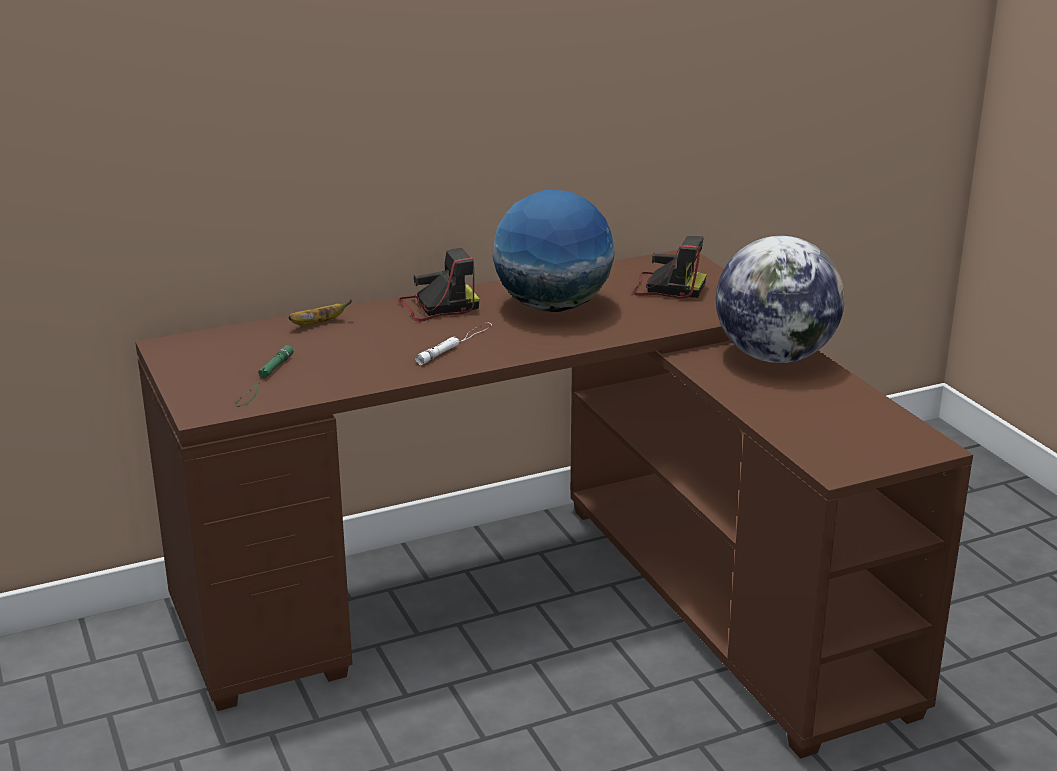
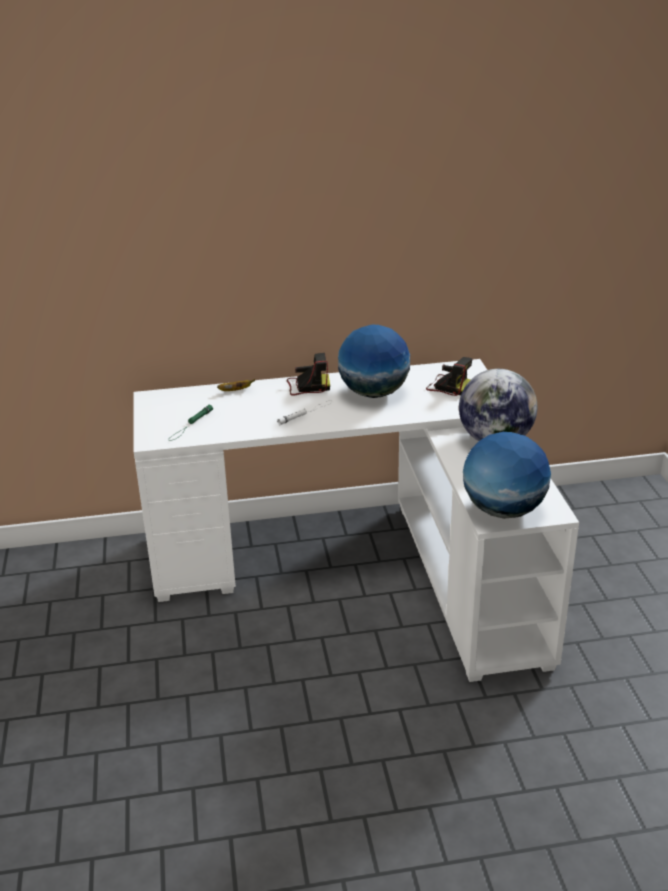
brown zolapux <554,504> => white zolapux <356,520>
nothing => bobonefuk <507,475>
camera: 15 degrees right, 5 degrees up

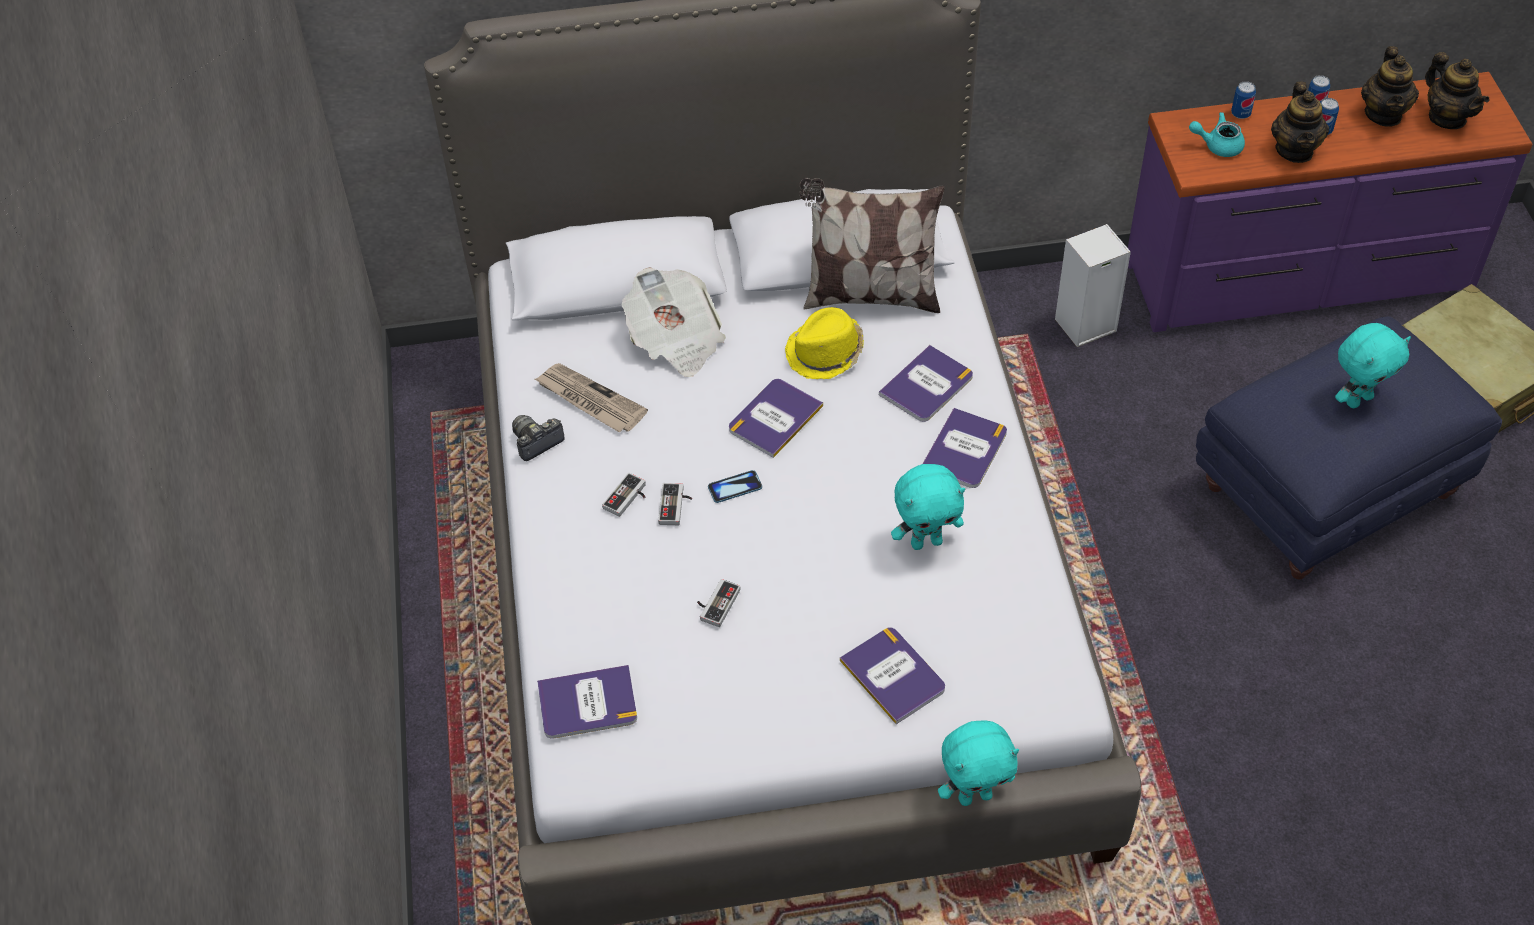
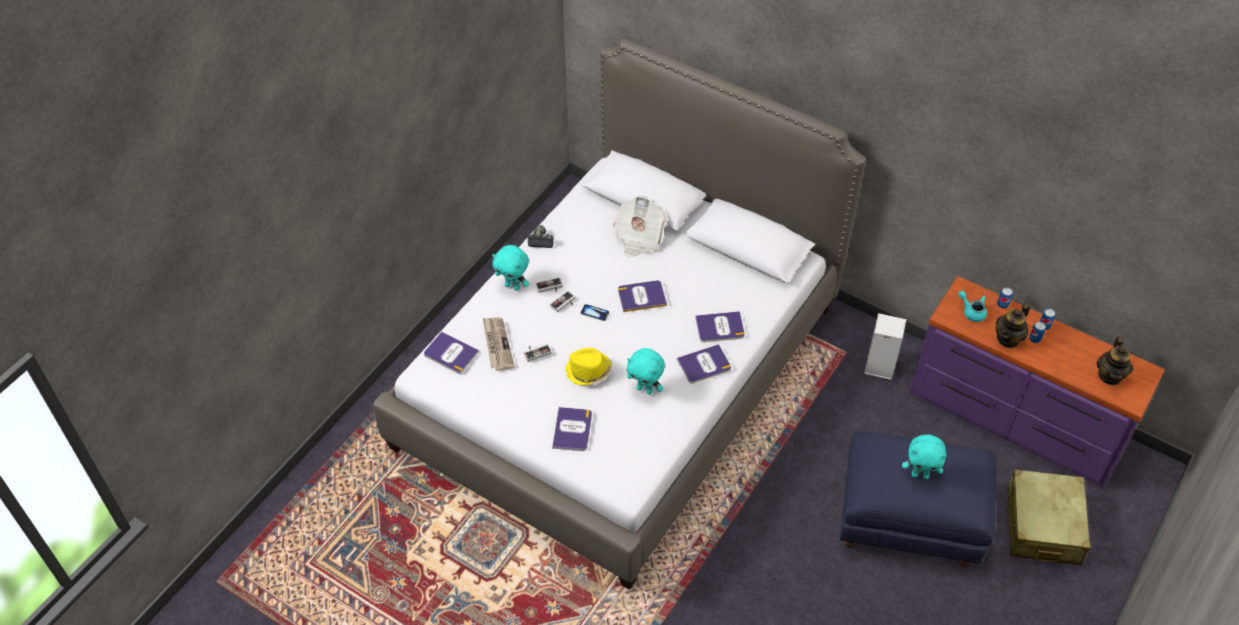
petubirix <591,397> => petubirix <499,344>, moved
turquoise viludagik <978,763> => turquoise viludagik <510,268>, moved
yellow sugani <824,343> => yellow sugani <588,367>, moved
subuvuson <872,245> => nothing
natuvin <1390,86> => nothing
camera: 40 degrees right, 0 degrees up

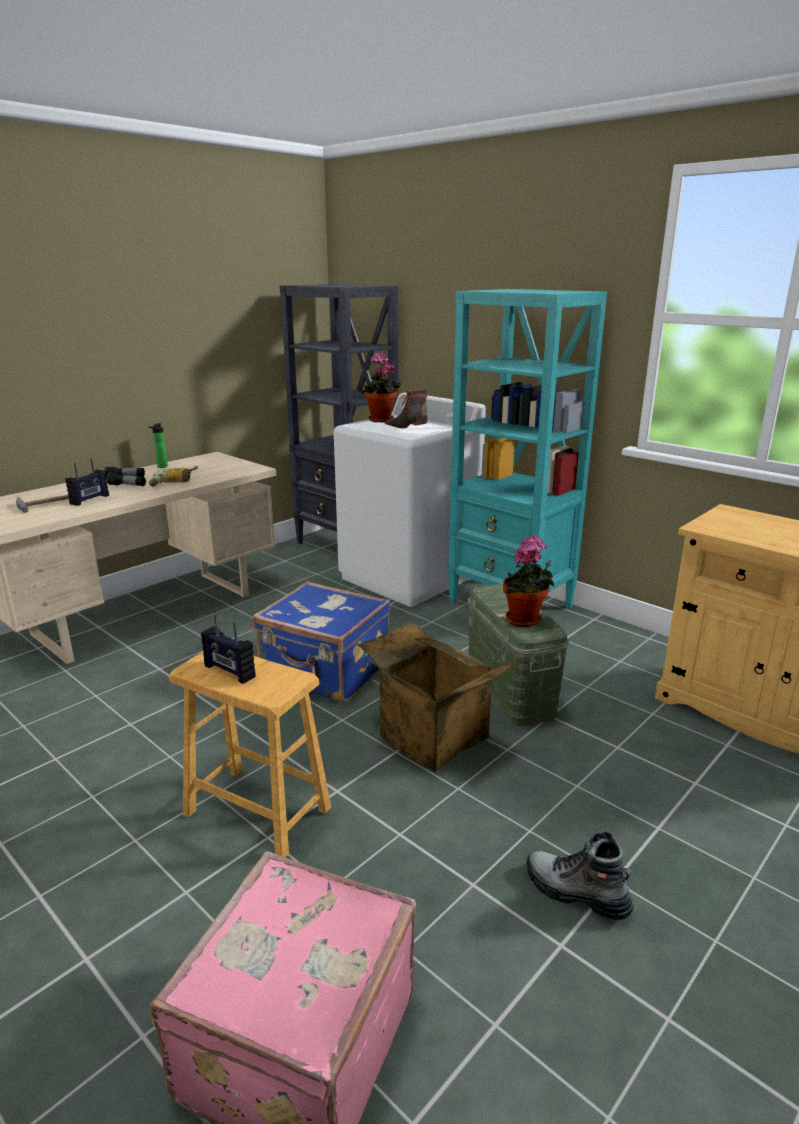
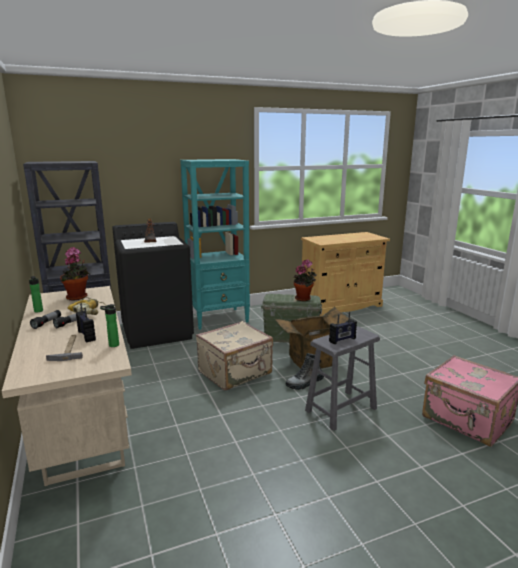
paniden <380,387> => paniden <75,274>, moved
nothing => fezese <109,325>
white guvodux <410,499> => black guvodux <153,285>
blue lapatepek <321,642> => beige lapatepek <234,355>
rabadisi <580,876> => rabadisi <304,371>, moved
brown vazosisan <250,754> => grey vazosisan <342,378>
camera: 65 degrees left, 5 degrees down

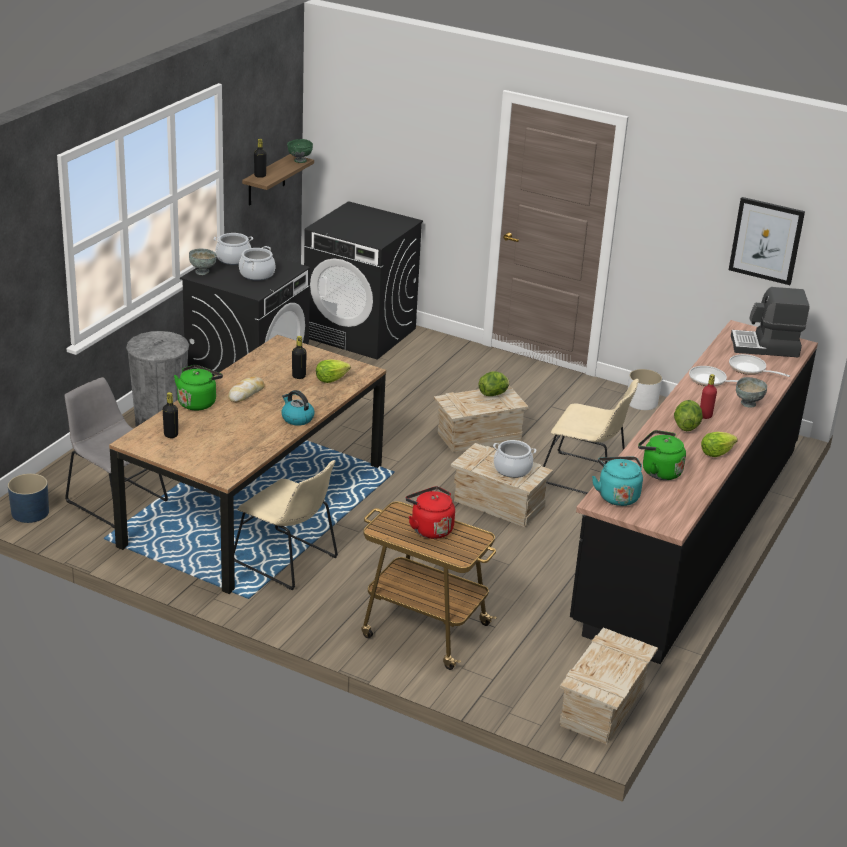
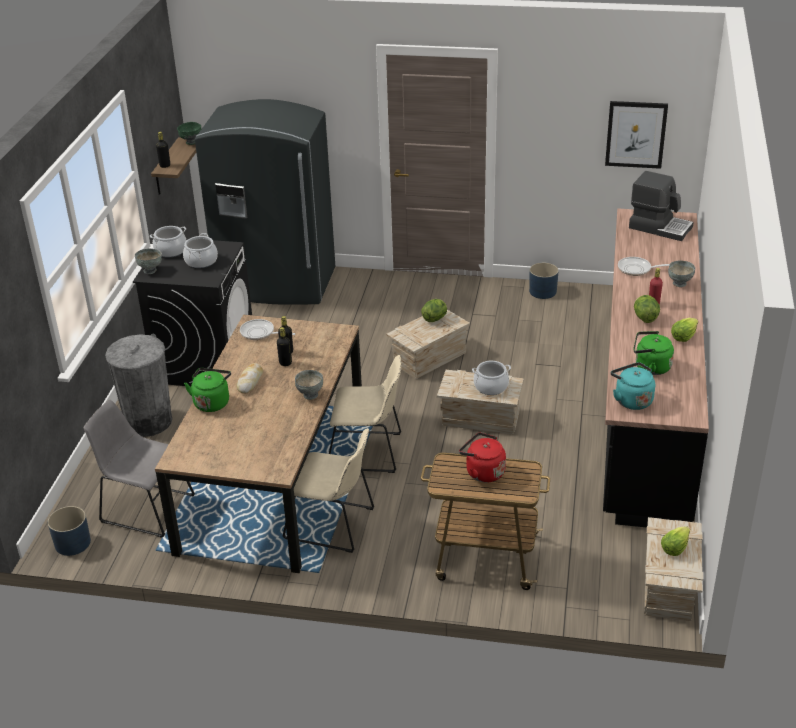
black guvodux <363,280> => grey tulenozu <265,202>
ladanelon <759,365> => ladanelon <267,329>, moved
black fezese <170,415> => black fezese <284,346>, moved
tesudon <298,408> => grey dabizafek <309,385>
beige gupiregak <591,436> => beige gupiregak <365,414>, moved
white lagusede <645,389> => blue lagusede <544,281>
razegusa <770,322> => razegusa <661,206>, 135 degrees counterclockwise
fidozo <333,371> => fidozo <675,541>, moved
camera: 15 degrees left, 5 degrees up

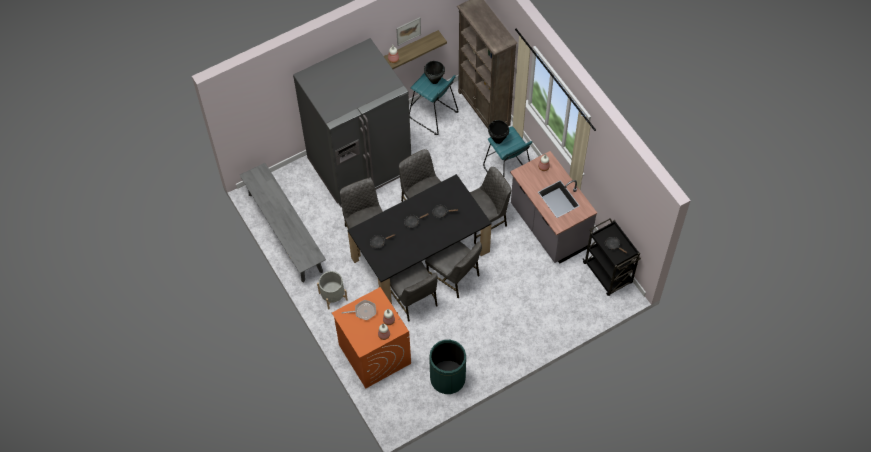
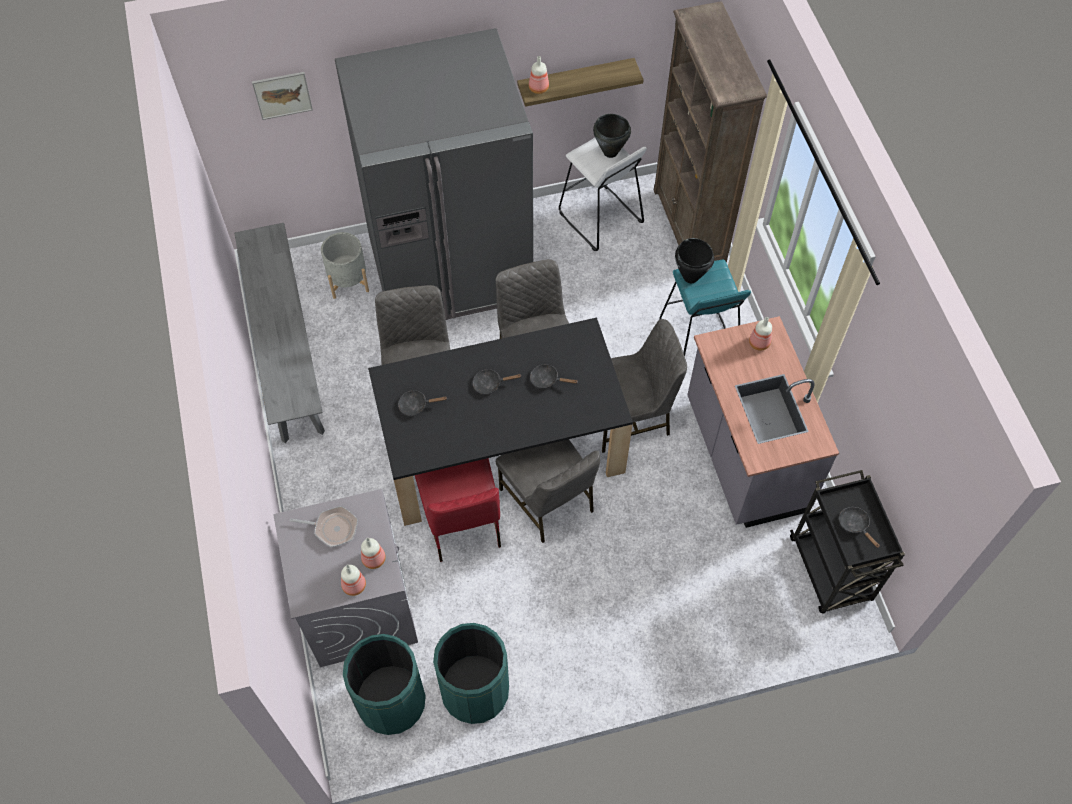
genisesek <408,31> => genisesek <282,96>, moved
orange guvodux <371,337> => grey guvodux <345,578>
grey lagusede <332,290> => grey lagusede <345,265>, moved
nothing => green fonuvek <384,684>
grey gupiregak <414,291> => red gupiregak <458,510>
turquoise vazosisan <434,104> => white vazosisan <603,194>
camera: 15 degrees right, 0 degrees up

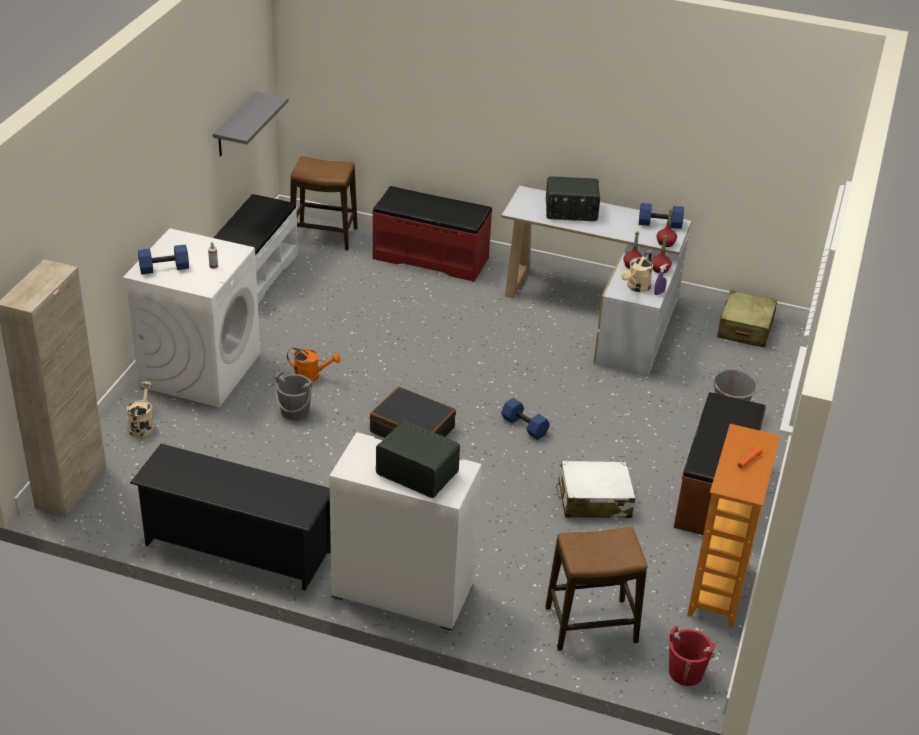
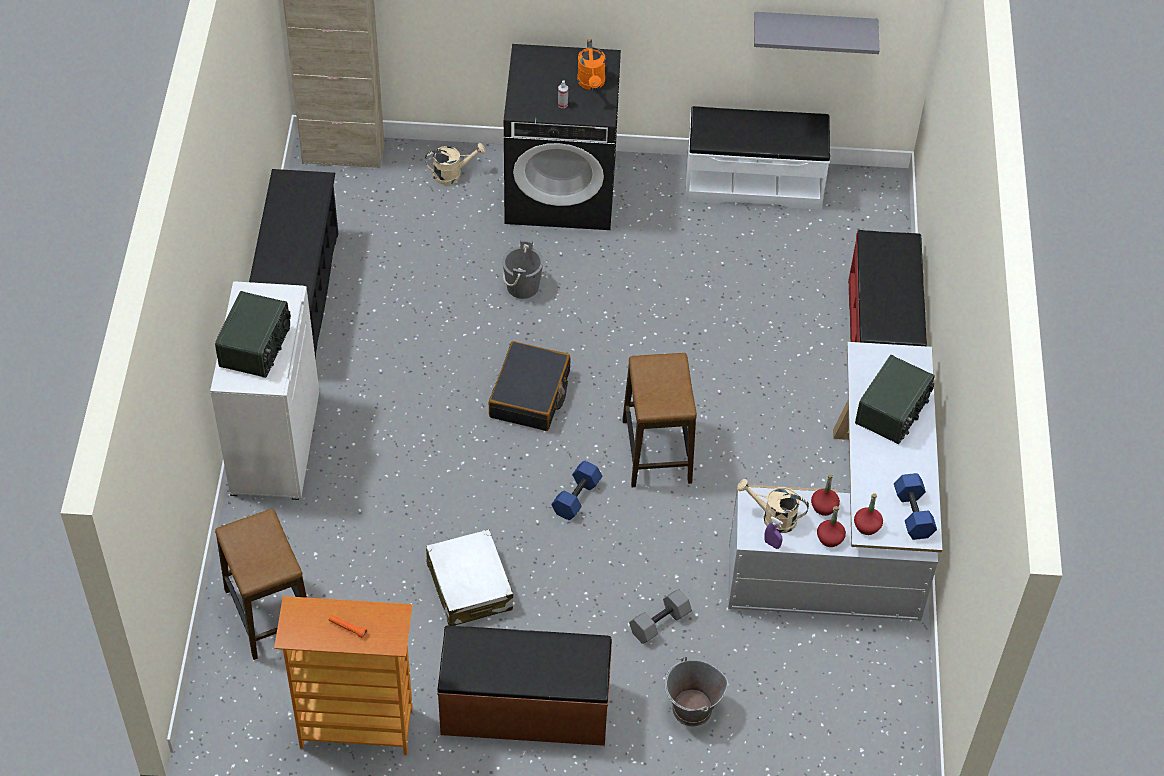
white guvodux <191,317> => black guvodux <562,137>
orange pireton <314,365> => orange pireton <591,64>, moved
vazosisan <324,203> => vazosisan <659,420>, moved
nothing => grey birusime <660,616>
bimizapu <573,198> => bimizapu <895,399>, 135 degrees counterclockwise
blue birusime <163,259> => nothing
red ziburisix <692,655> => nothing
beige lapatepek <747,319> => nothing
camera: 75 degrees right, 15 degrees up

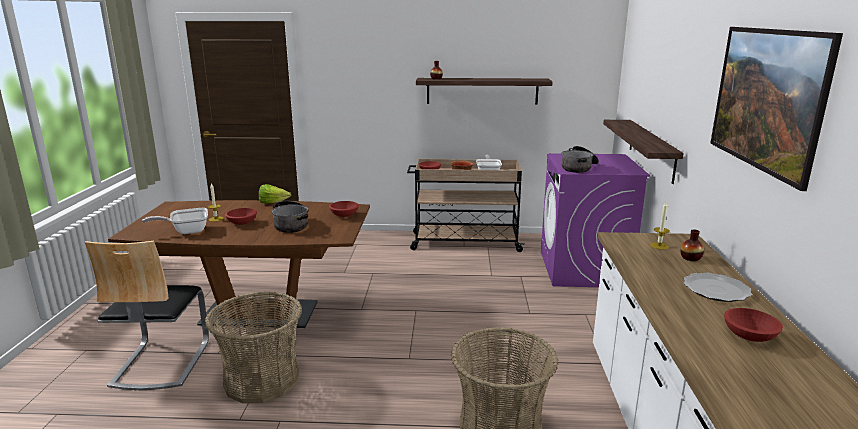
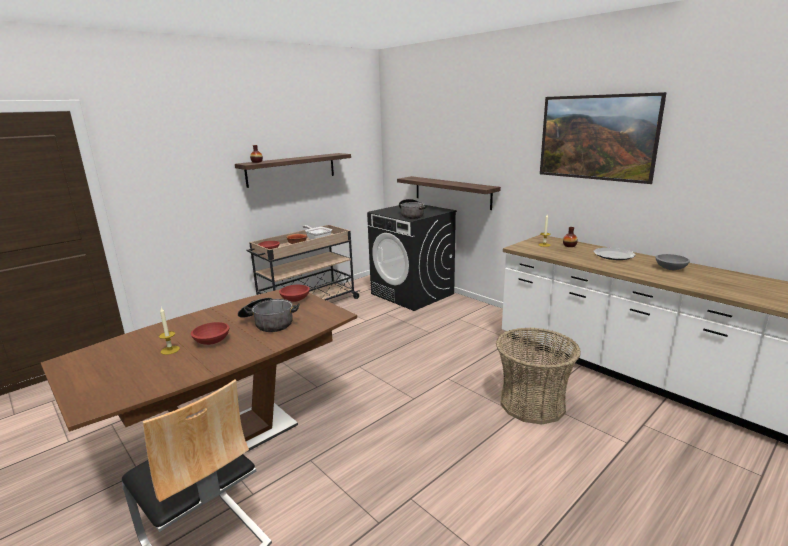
purple guvodux <595,220> => black guvodux <412,258>
red dabizafek <753,325> => grey dabizafek <673,262>
ladanelon <175,221> => nothing
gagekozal <253,347> => nothing
fidozo <275,194> => nothing
camera: 45 degrees left, 0 degrees up

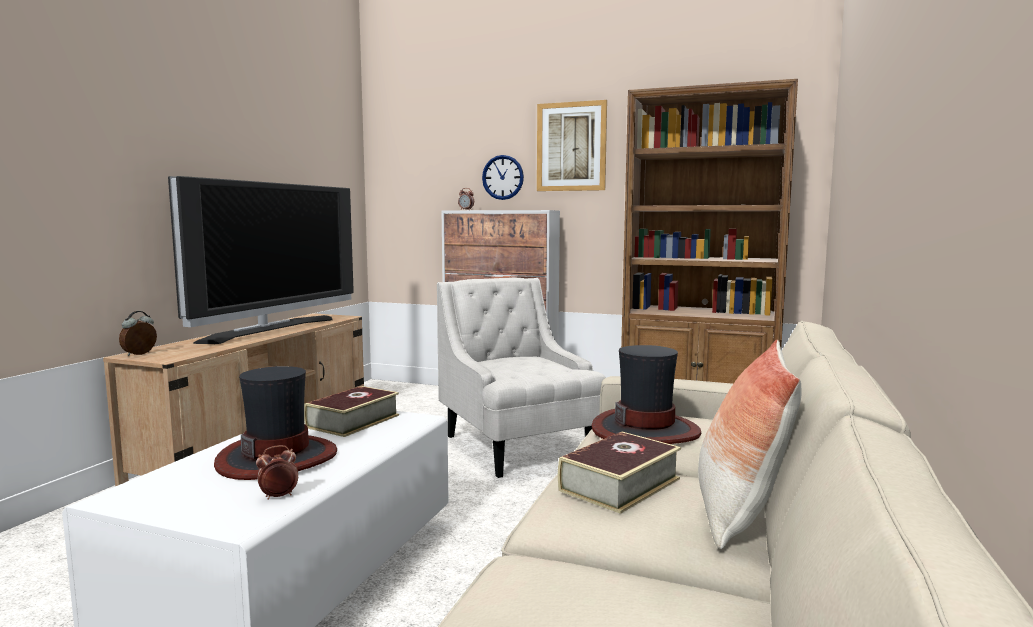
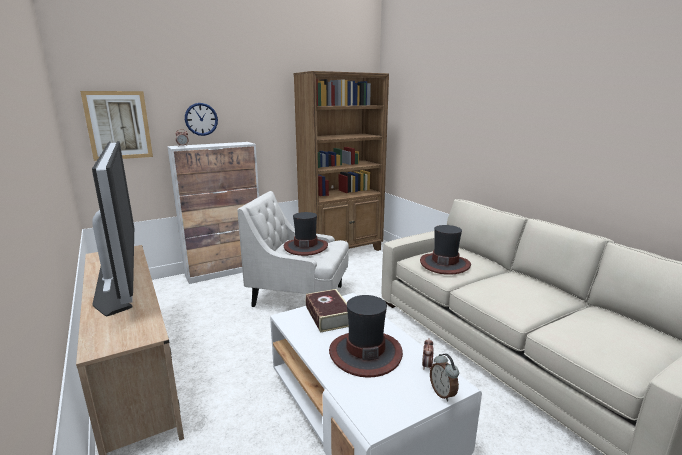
genisesek <572,145> => genisesek <116,126>, moved
nothing => sugani <306,234>
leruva <138,333> => leruva <444,378>, moved
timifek <619,473> => nothing
subuvuson <750,444> => nothing
camera: 50 degrees left, 10 degrees up

